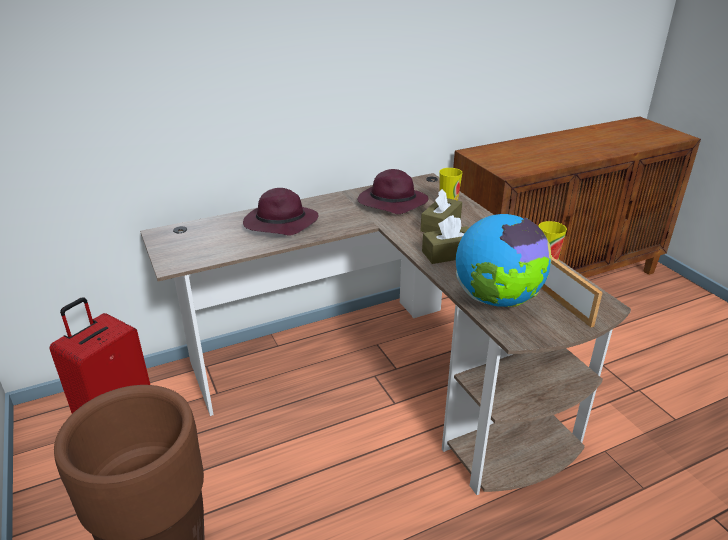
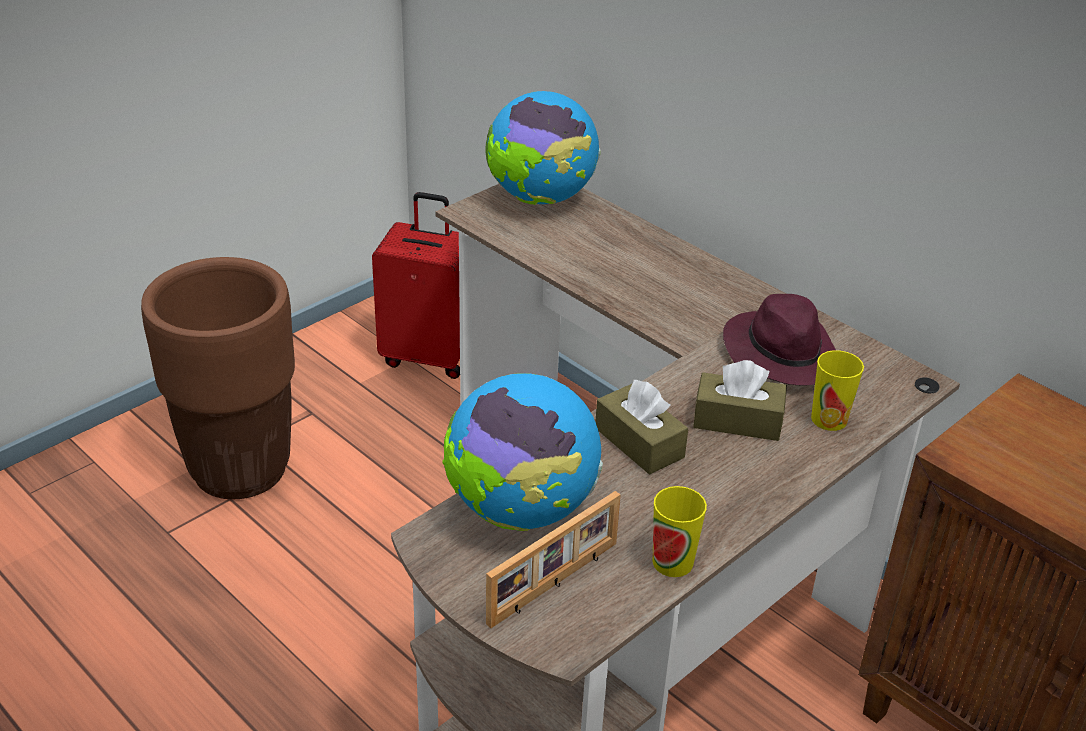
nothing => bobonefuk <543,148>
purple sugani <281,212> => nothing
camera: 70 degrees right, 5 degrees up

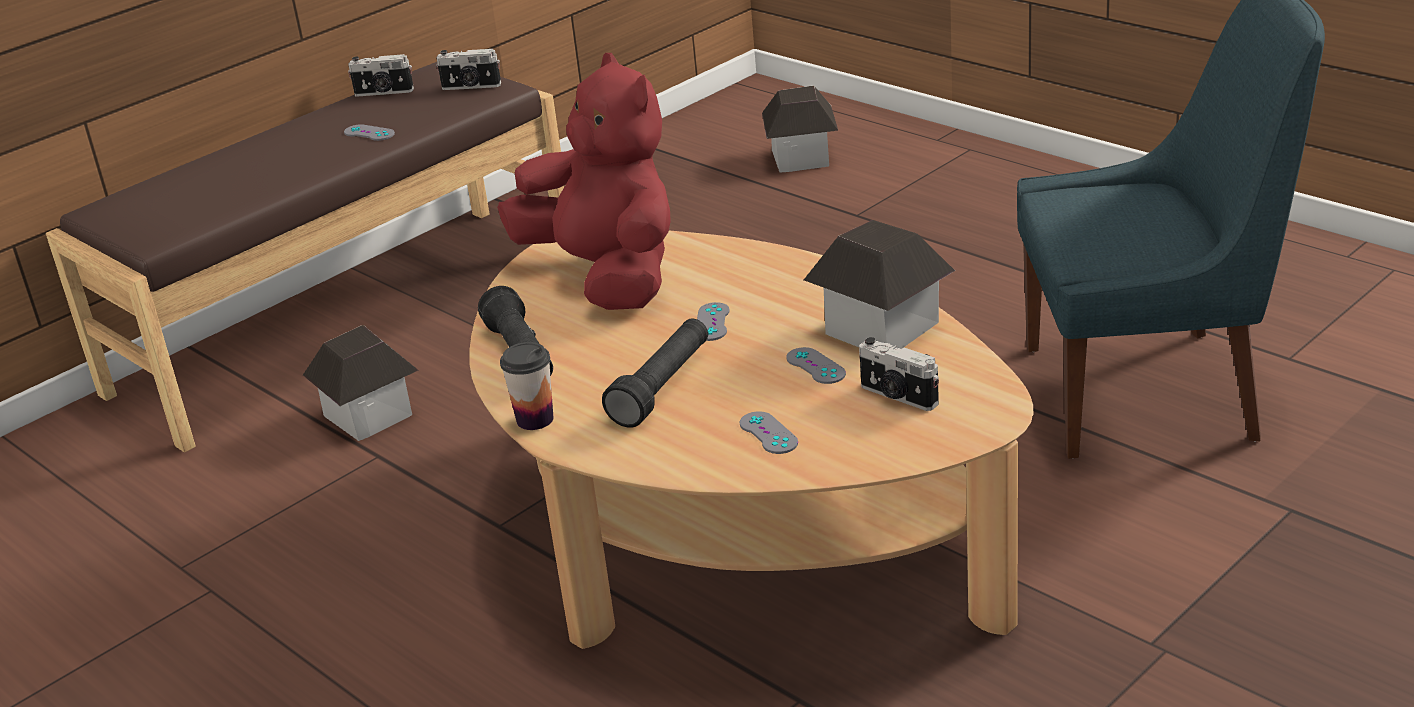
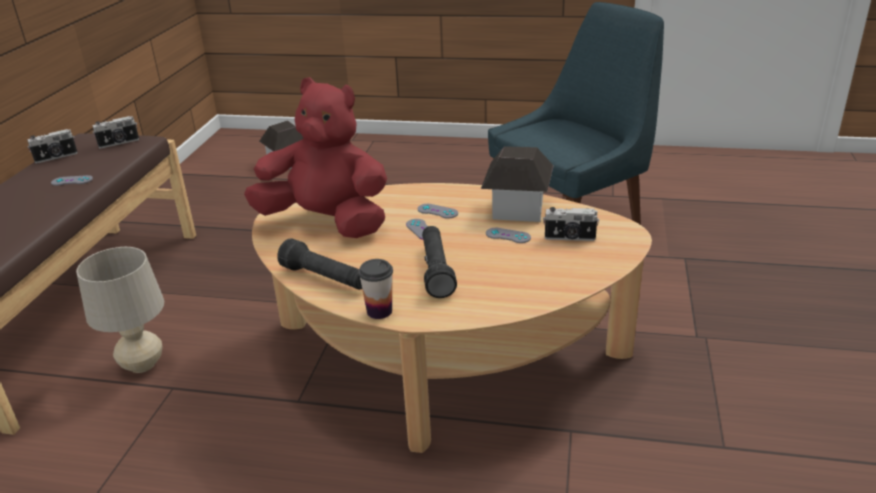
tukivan <360,383> => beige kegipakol <120,310>
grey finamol <769,432> => grey finamol <438,211>, moved
camera: 35 degrees left, 0 degrees up

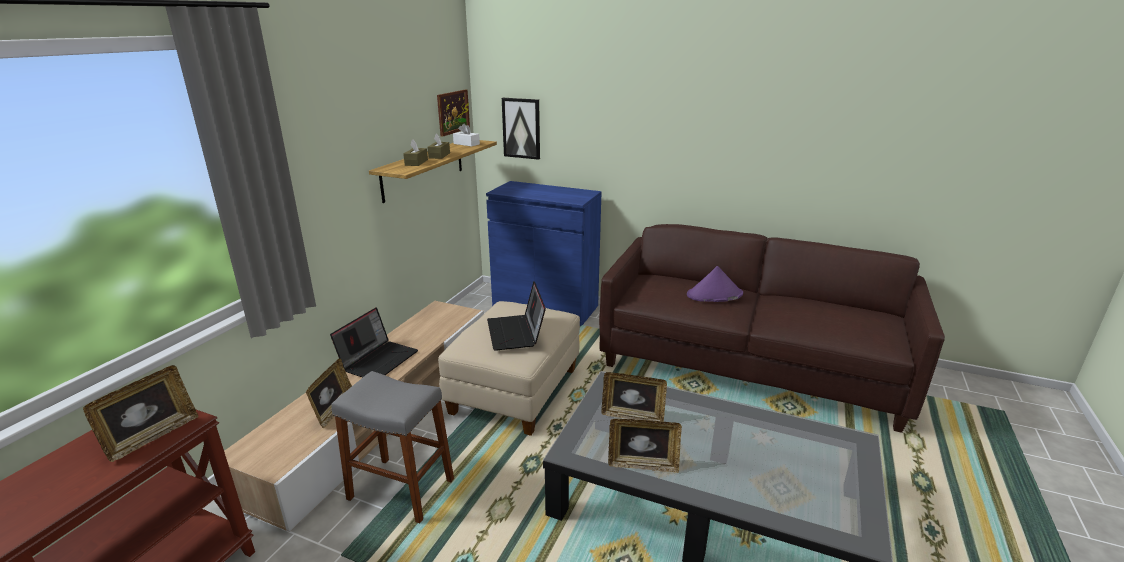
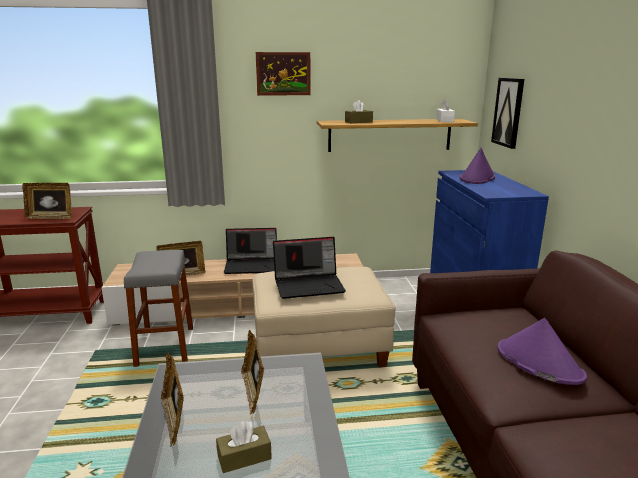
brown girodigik <438,146> => brown girodigik <244,447>, moved
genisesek <453,113> => genisesek <283,74>, moved
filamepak <516,316> => filamepak <309,268>, 150 degrees counterclockwise
nothing => purple sugani <477,166>
camera: 60 degrees right, 5 degrees down

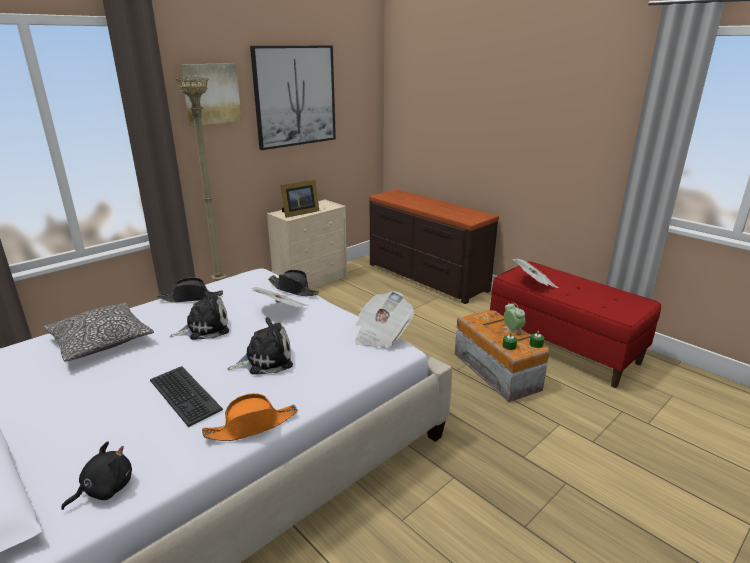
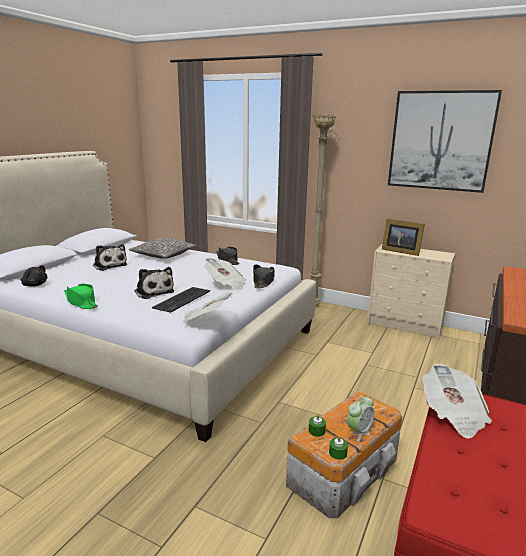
orange sugani <250,417> => green sugani <81,296>
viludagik <199,315> => viludagik <110,257>, moved
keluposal <186,396> => keluposal <181,300>, moved
genisesek <211,94> => nothing
camera: 70 degrees right, 5 degrees down

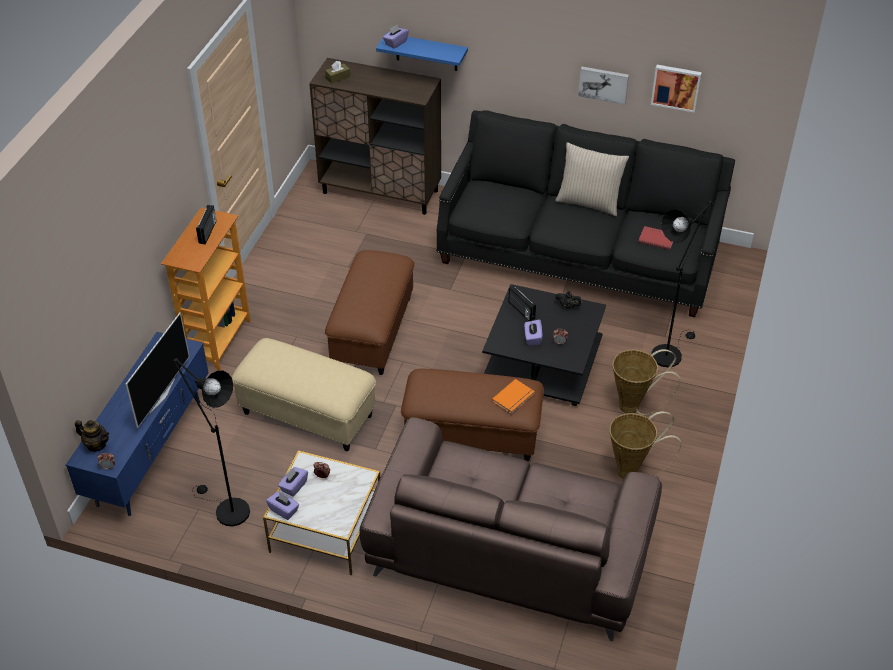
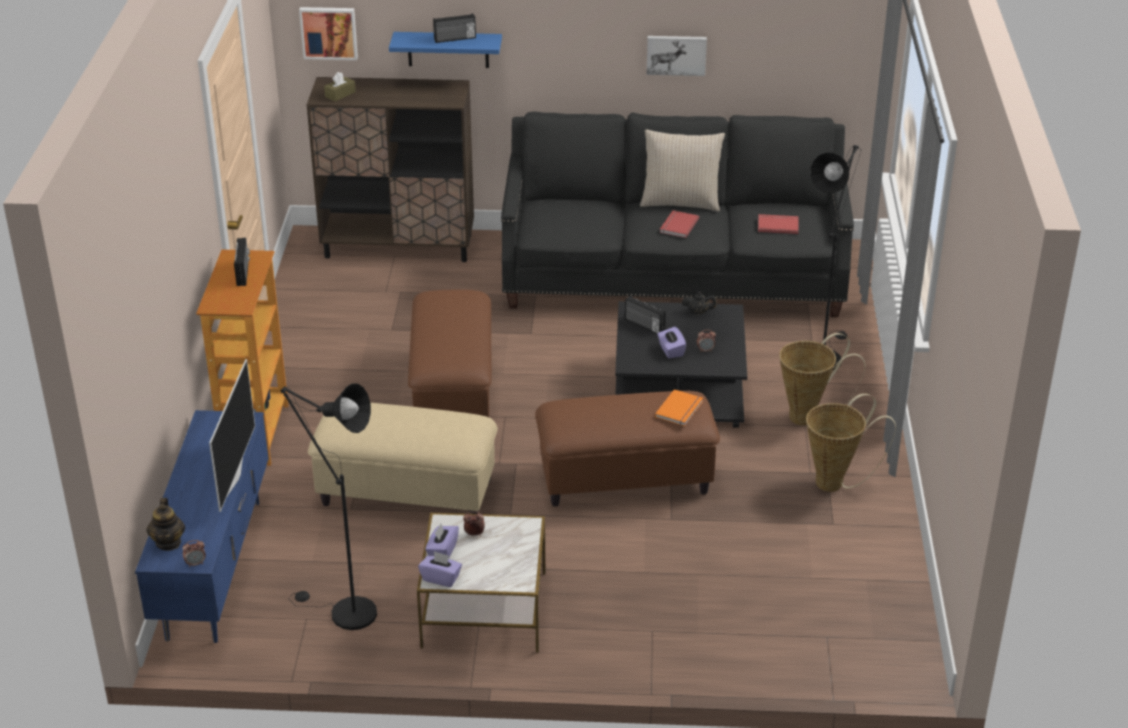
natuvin <92,436> => natuvin <166,524>, 75 degrees clockwise
genisesek <676,89> => genisesek <328,33>, moved
nothing => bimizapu <454,28>
nothing => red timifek <679,224>
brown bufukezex <510,529> => nothing
purple girodigik <396,36> => nothing
camera: 15 degrees left, 10 degrees down

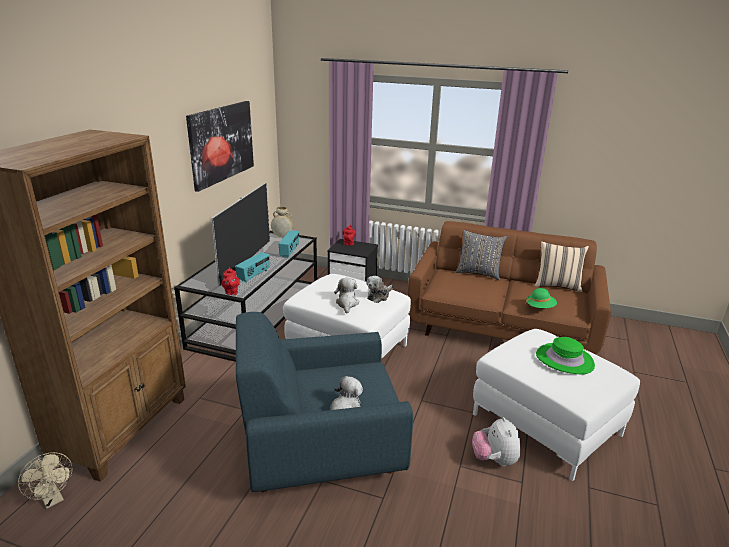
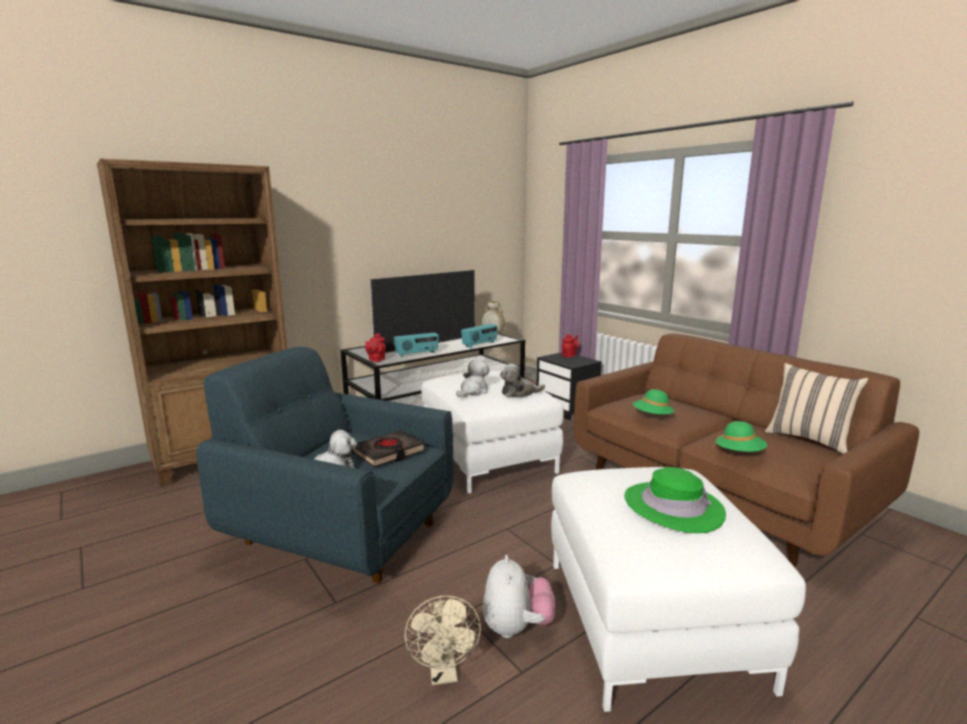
nothing => black timifek <388,449>
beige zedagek <45,480> => beige zedagek <443,640>, moved
viludagik <496,441> => viludagik <519,596>, 150 degrees clockwise
nothing => green sugani <654,402>
genisesek <220,146> => nothing
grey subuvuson <481,255> => nothing
camera: 35 degrees right, 10 degrees down

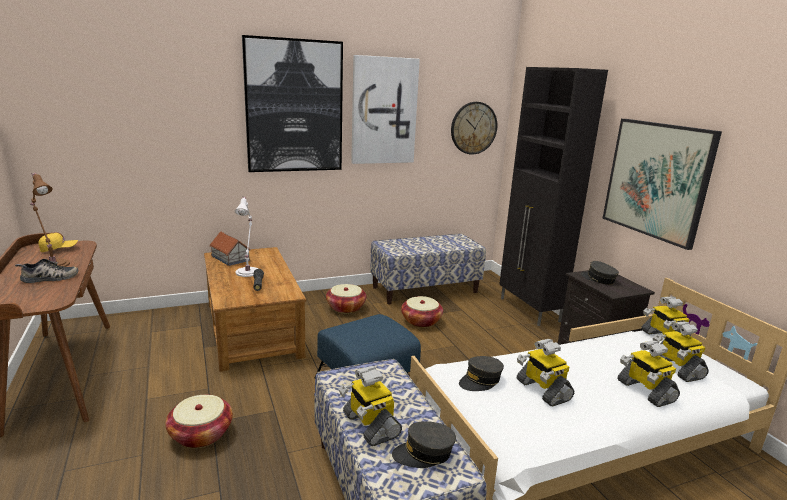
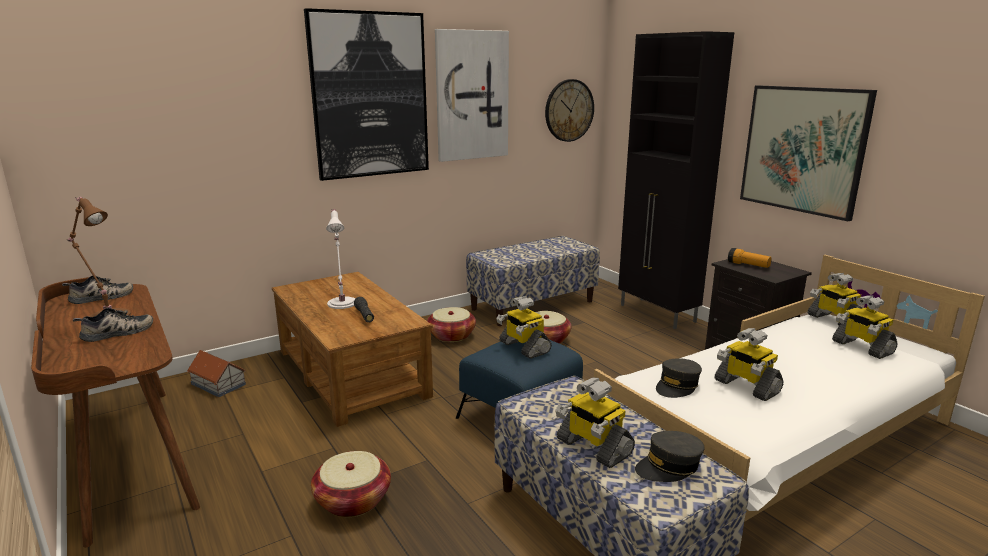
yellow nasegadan <58,242> => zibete <97,289>
tukivan <230,248> => tukivan <216,373>, moved
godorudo <649,373> => godorudo <524,327>, moved
grey nasegadan <600,273> => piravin <750,258>
camera: 10 degrees left, 0 degrees up

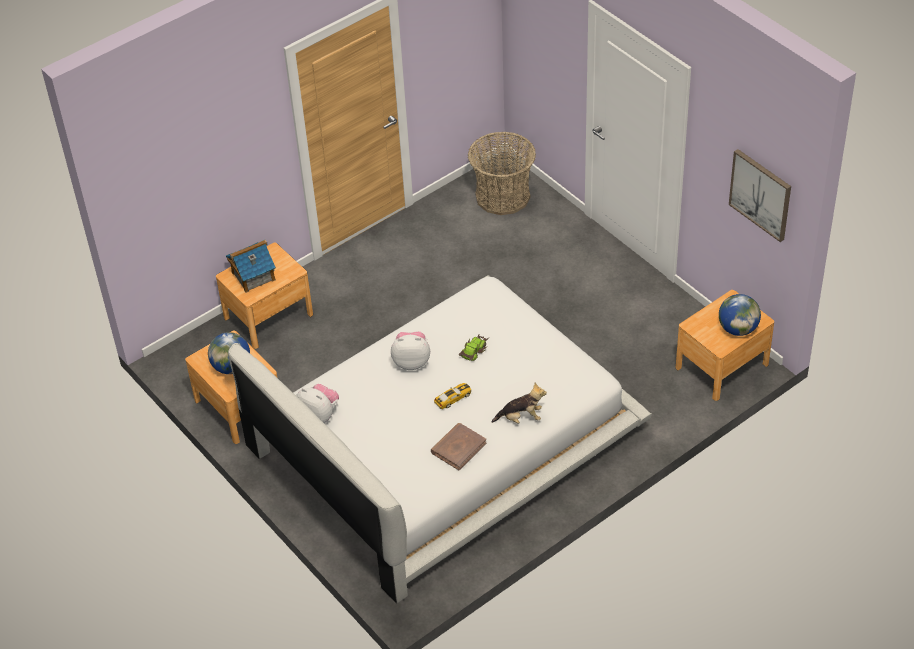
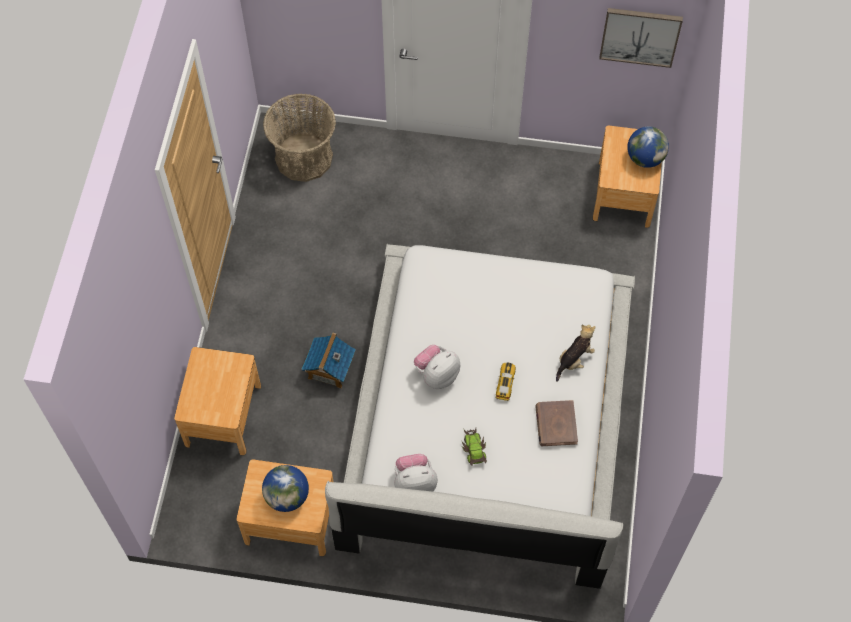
tukivan <251,266> => tukivan <328,360>, moved
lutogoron <474,347> => lutogoron <474,447>, moved
camera: 45 degrees left, 15 degrees up

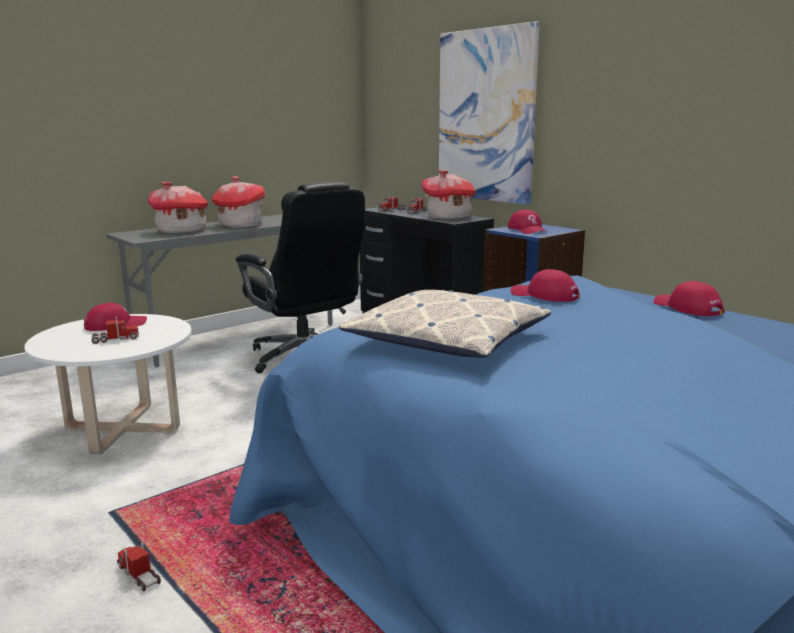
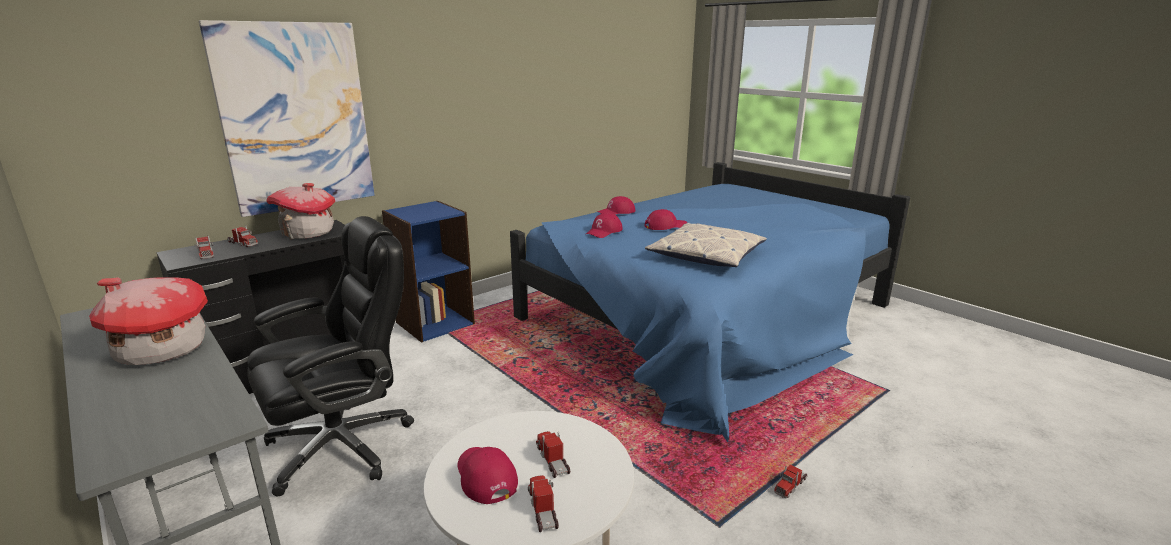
nothing => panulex <543,503>
red nasegadan <527,221> => red nasegadan <665,219>, moved
tukivan <177,207> => nothing
camera: 90 degrees left, 5 degrees up

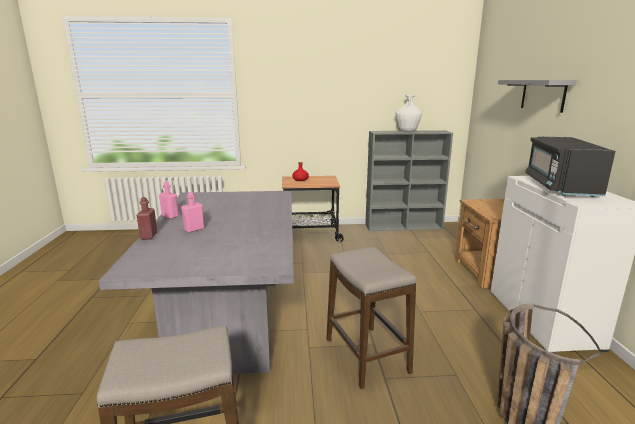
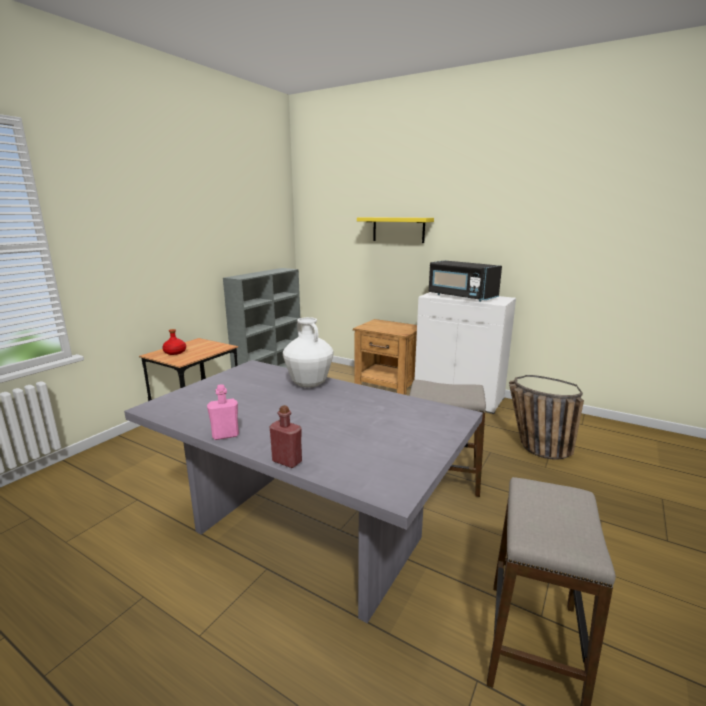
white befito <408,113> => white befito <308,352>, moved
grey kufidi <537,96> => yellow kufidi <395,230>
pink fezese <192,212> => nothing
camera: 55 degrees left, 0 degrees up

